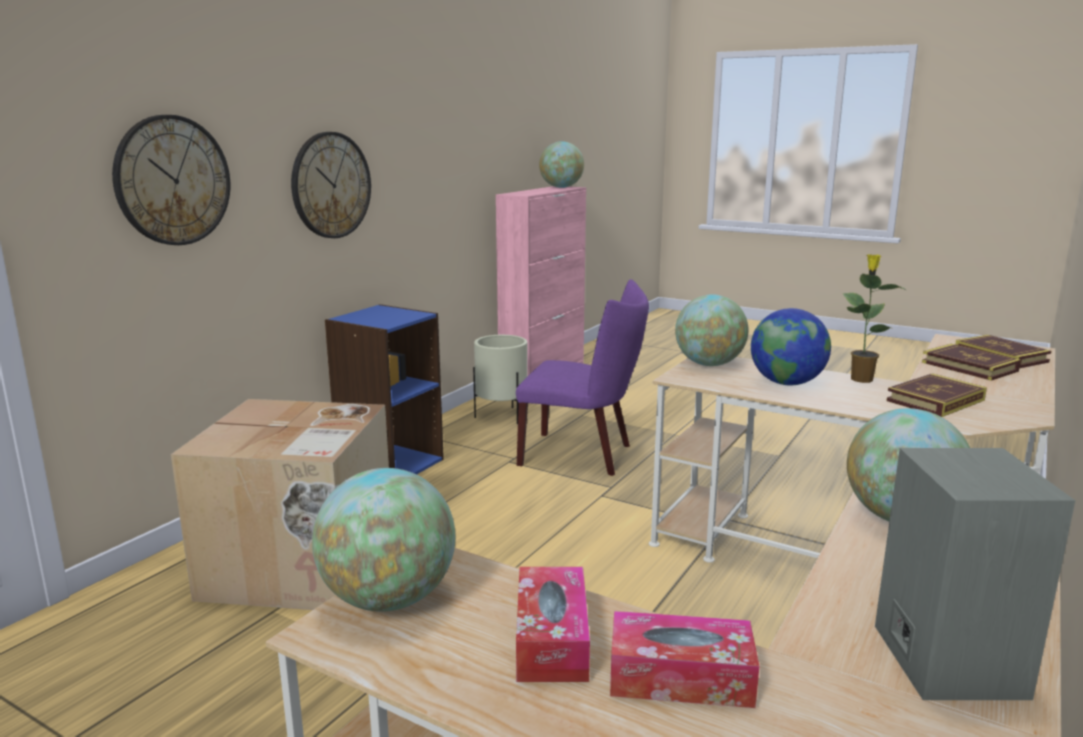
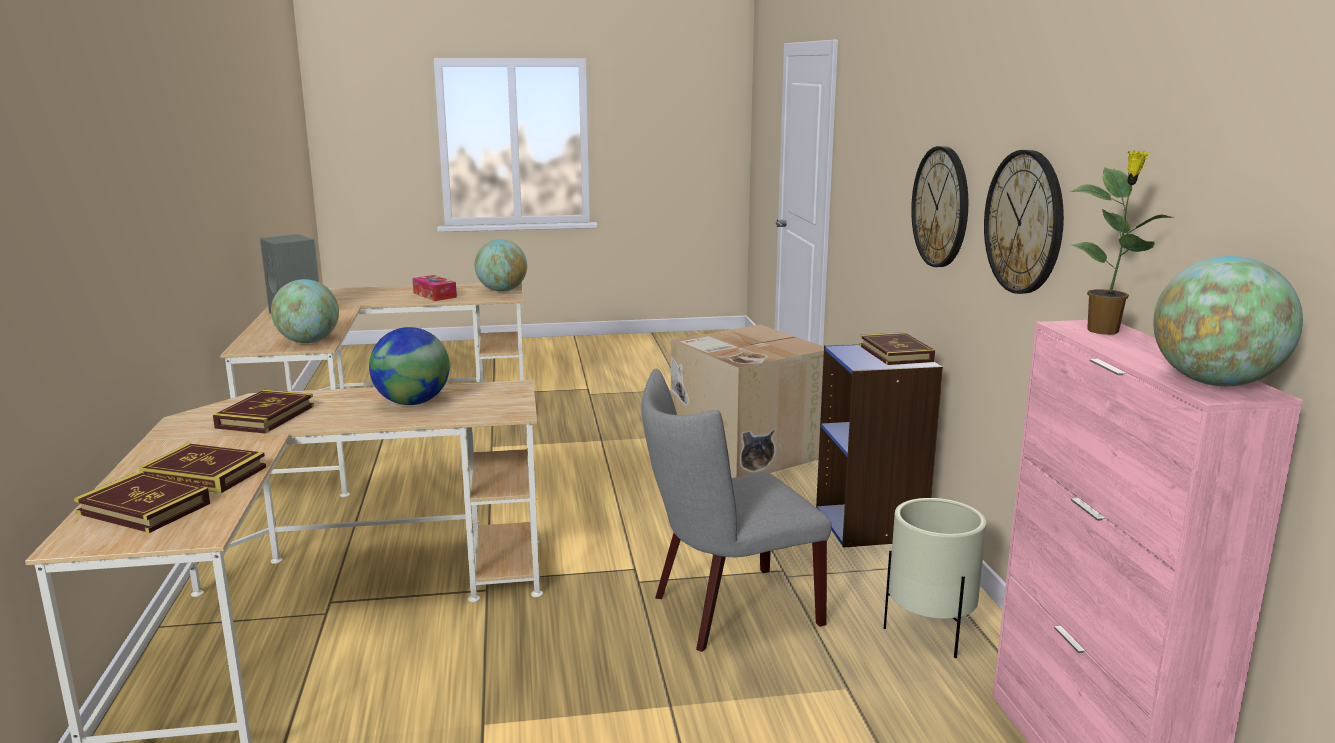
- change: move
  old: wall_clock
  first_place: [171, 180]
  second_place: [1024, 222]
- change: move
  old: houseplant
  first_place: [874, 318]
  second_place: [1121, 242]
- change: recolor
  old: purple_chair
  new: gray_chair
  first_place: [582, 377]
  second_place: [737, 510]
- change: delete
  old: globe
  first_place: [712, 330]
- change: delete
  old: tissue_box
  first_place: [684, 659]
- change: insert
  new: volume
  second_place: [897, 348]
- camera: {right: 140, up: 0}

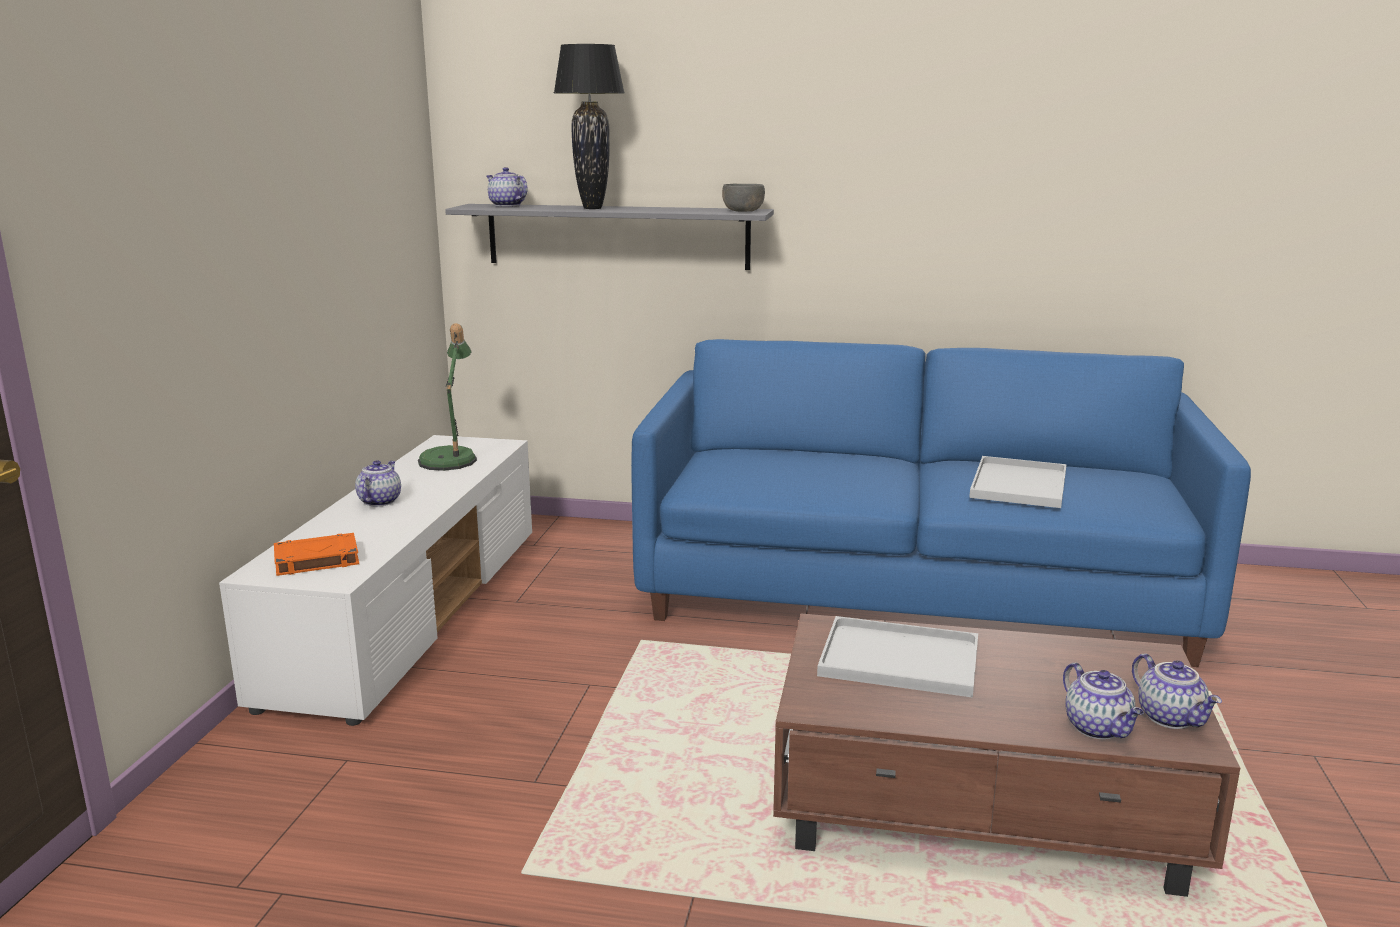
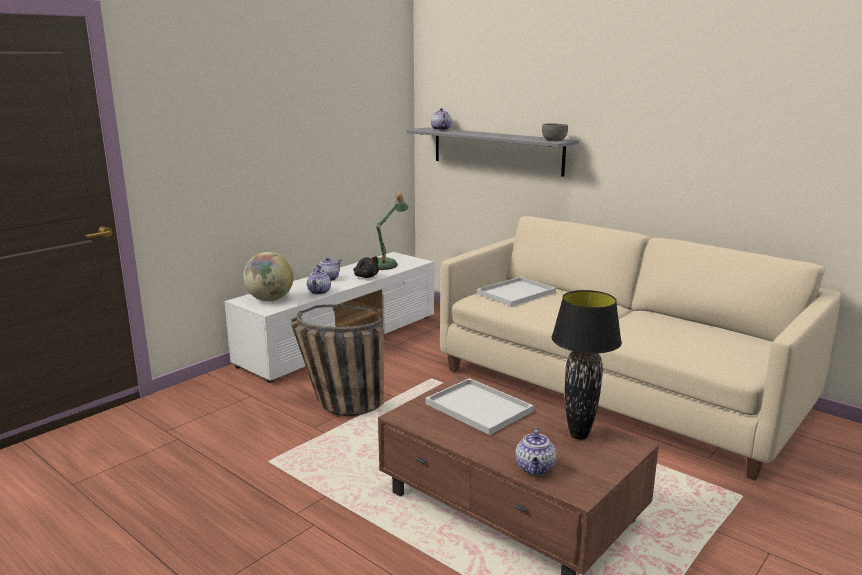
- change: move
  old: blackish_tabletop_lamp
  first_place: [589, 126]
  second_place: [587, 365]
- change: recolor
  old: blue-coloured_settee
  new: beige_settee
  first_place: [941, 503]
  second_place: [640, 348]
- change: move
  old: whitish_serving_tray
  first_place: [1018, 482]
  second_place: [516, 291]
- change: replace
  old: orangey_volume
  new: globe
  first_place: [316, 554]
  second_place: [268, 276]
- change: move
  old: teapot
  first_place: [1177, 691]
  second_place: [319, 282]
- change: insert
  new: blackish_plush_toy
  second_place: [366, 267]
- change: insert
  new: household_basket
  second_place: [337, 360]
- camera: {right: 30, up: 0}

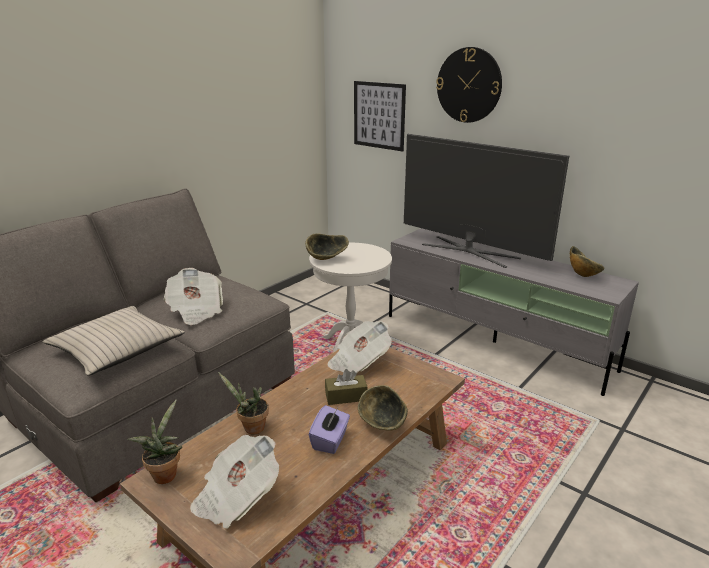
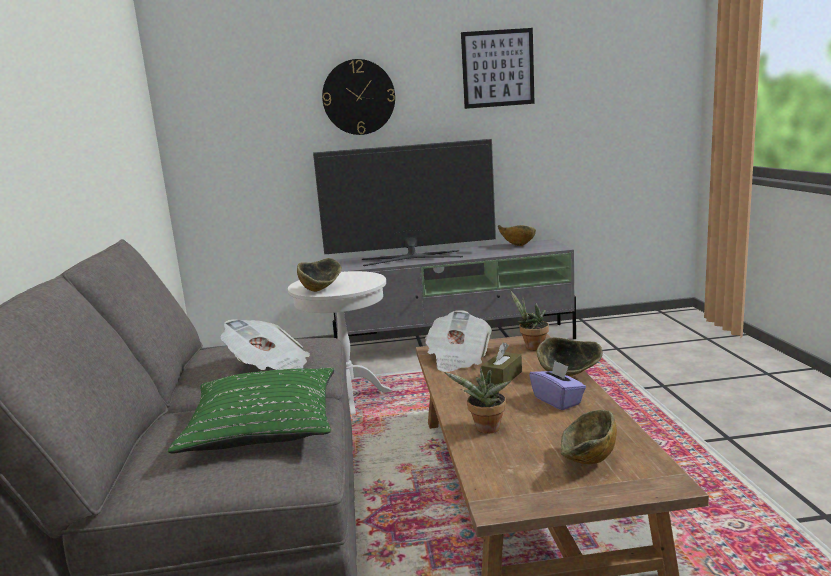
- change: move
  old: wall_art
  first_place: [380, 116]
  second_place: [498, 68]
- change: recolor
  old: beige_pillow
  new: green-coloured_pillow
  first_place: [114, 341]
  second_place: [251, 410]
- change: move
  old: houseplant
  first_place: [154, 441]
  second_place: [529, 320]
- change: replace
  old: daily_paper
  new: bowl
  first_place: [234, 482]
  second_place: [589, 437]
- camera: {right: -45, up: -10}

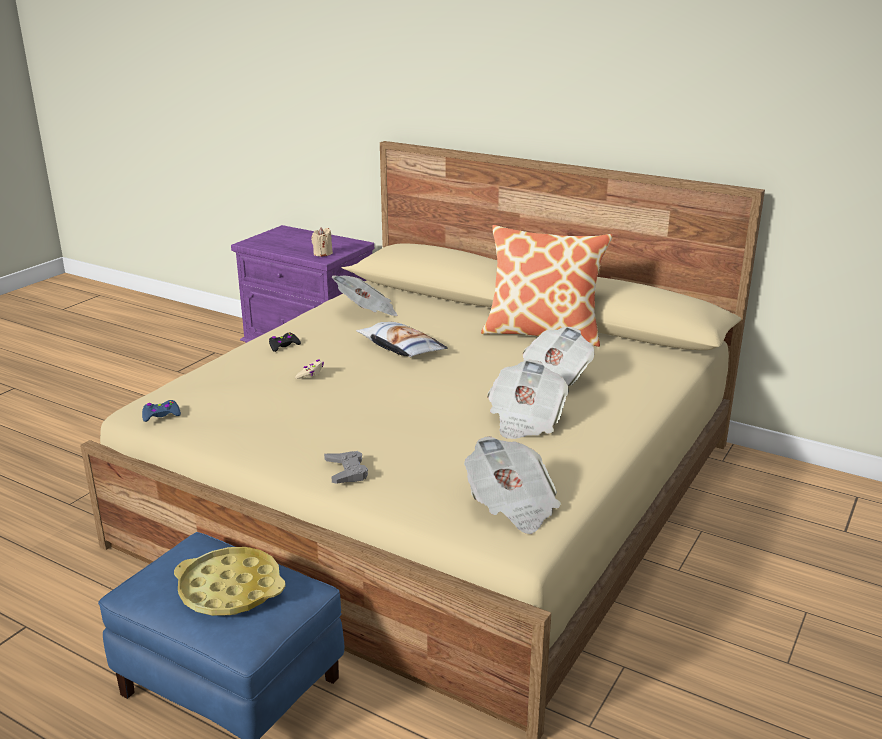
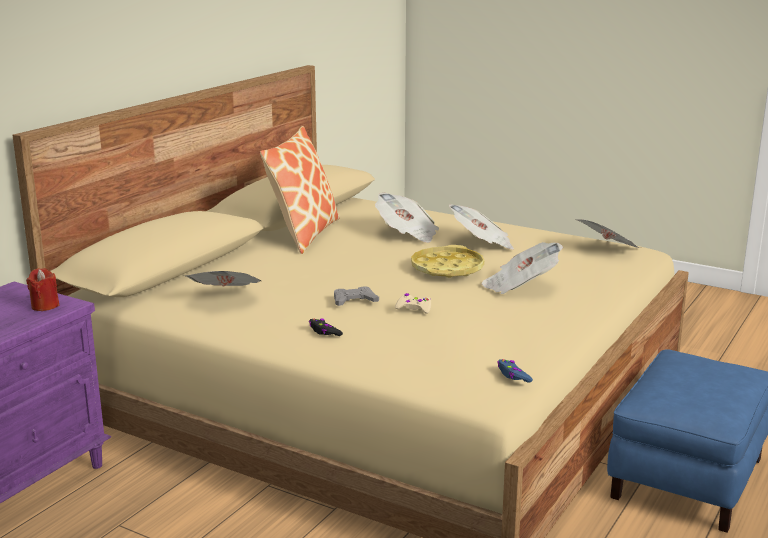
- change: recolor
  old: beige_wax_light
  new: red_wax_light
  first_place: [322, 242]
  second_place: [43, 289]
- change: delete
  old: pillow
  first_place: [402, 339]
- change: move
  old: gray_joypad
  first_place: [346, 467]
  second_place: [356, 296]
- change: move
  old: yellowish_serving_tray
  first_place: [229, 581]
  second_place: [447, 261]
- change: insert
  new: daily_paper
  second_place: [522, 268]
- camera: {right: -90, up: -5}

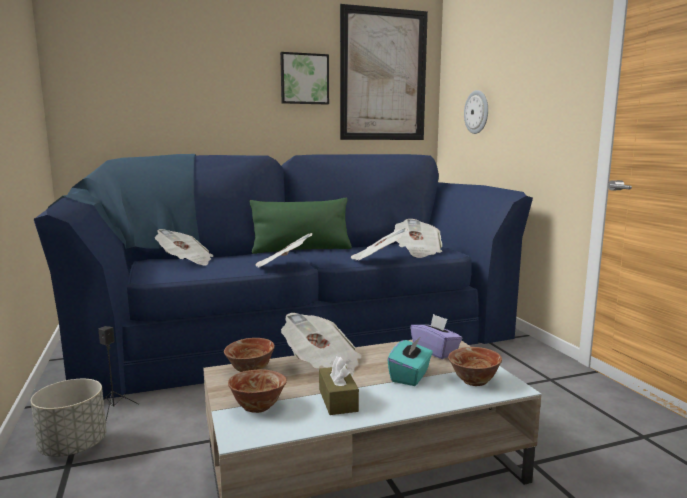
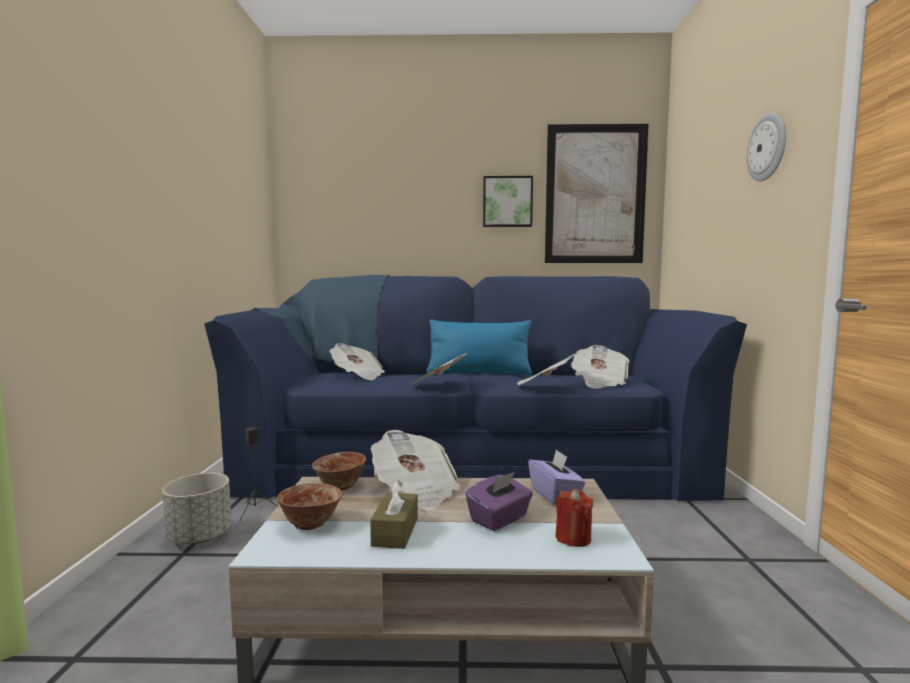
- change: move
  old: wall_clock
  first_place: [476, 112]
  second_place: [766, 147]
- change: recolor
  old: green-coloured_pillow
  new: blue-coloured_pillow
  first_place: [300, 226]
  second_place: [479, 347]
- change: recolor
  old: turquoise-coloured_tissue_box
  new: purple_tissue_box
  first_place: [410, 361]
  second_place: [499, 501]
- change: replace
  old: bowl
  new: red_wax_light
  first_place: [475, 366]
  second_place: [574, 518]
- camera: {right: 20, up: -5}

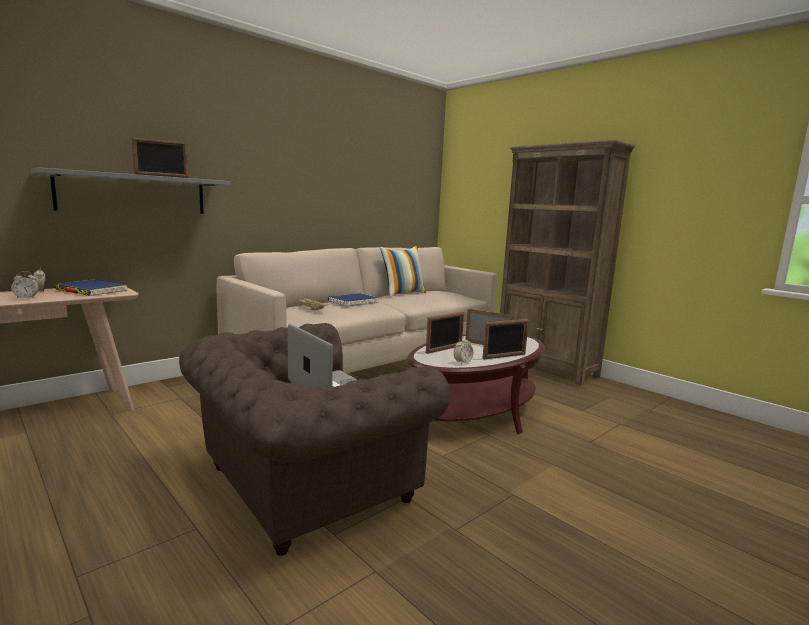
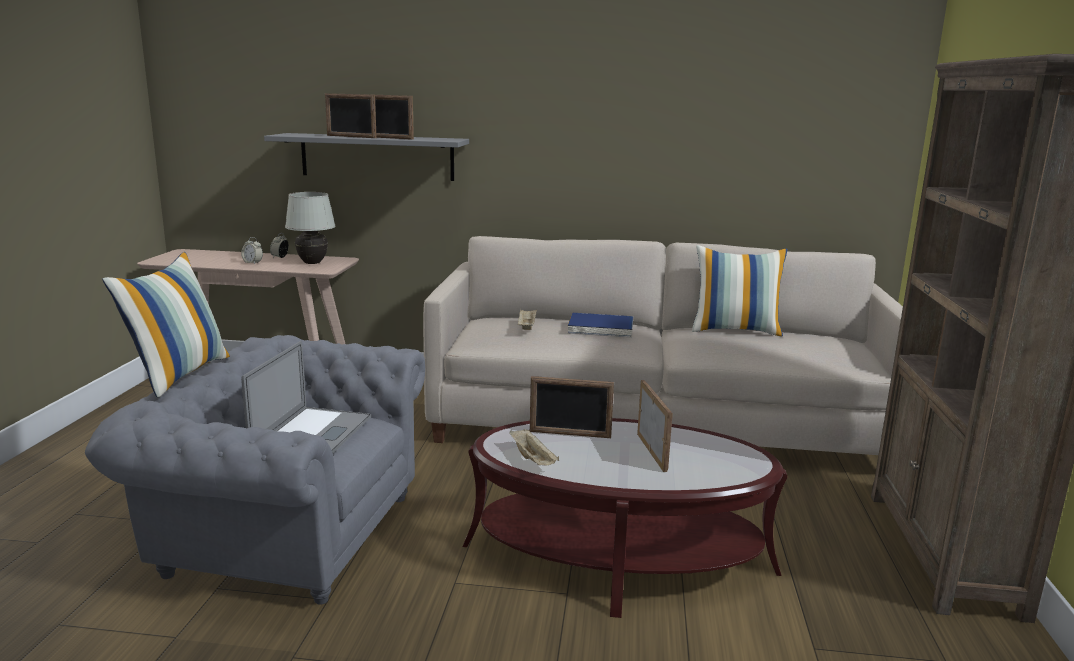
- change: replace
  old: blue-coloured_volume
  new: whitish_tabletop_lamp
  first_place: [91, 287]
  second_place: [310, 228]
- change: move
  old: standing_frame
  first_place: [505, 339]
  second_place: [351, 115]
- change: recolor
  old: brown-coloured_lounge_chair
  new: gray_lounge_chair
  first_place: [314, 439]
  second_place: [255, 470]
- change: replace
  old: bedside_clock
  new: beige_serving_tray
  first_place: [463, 350]
  second_place: [534, 447]
- change: insert
  new: pillow
  second_place: [166, 325]
- camera: {right: 50, up: 5}

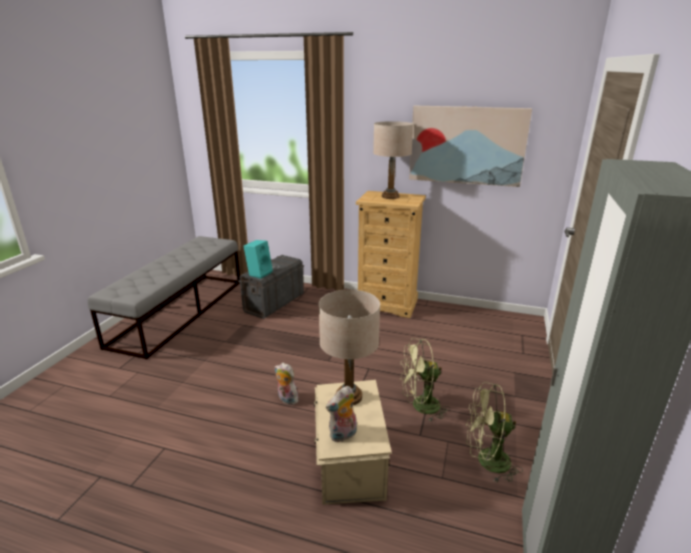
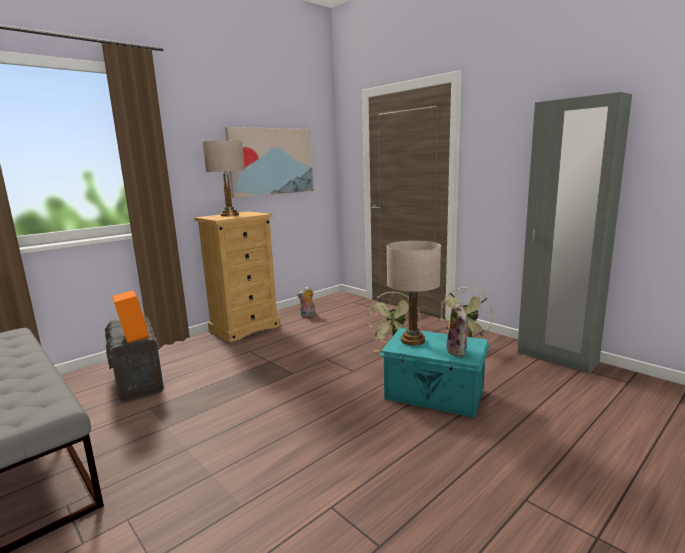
- change: recolor
  old: turquoise-coloured_speaker
  new: orangey_speaker
  first_place: [258, 259]
  second_place: [130, 316]
- change: move
  old: plush_toy
  first_place: [287, 384]
  second_place: [306, 301]
- change: recolor
  old: beige_storage_container
  new: turquoise-coloured_storage_container
  first_place: [353, 442]
  second_place: [434, 373]
- camera: {right: -60, up: -10}

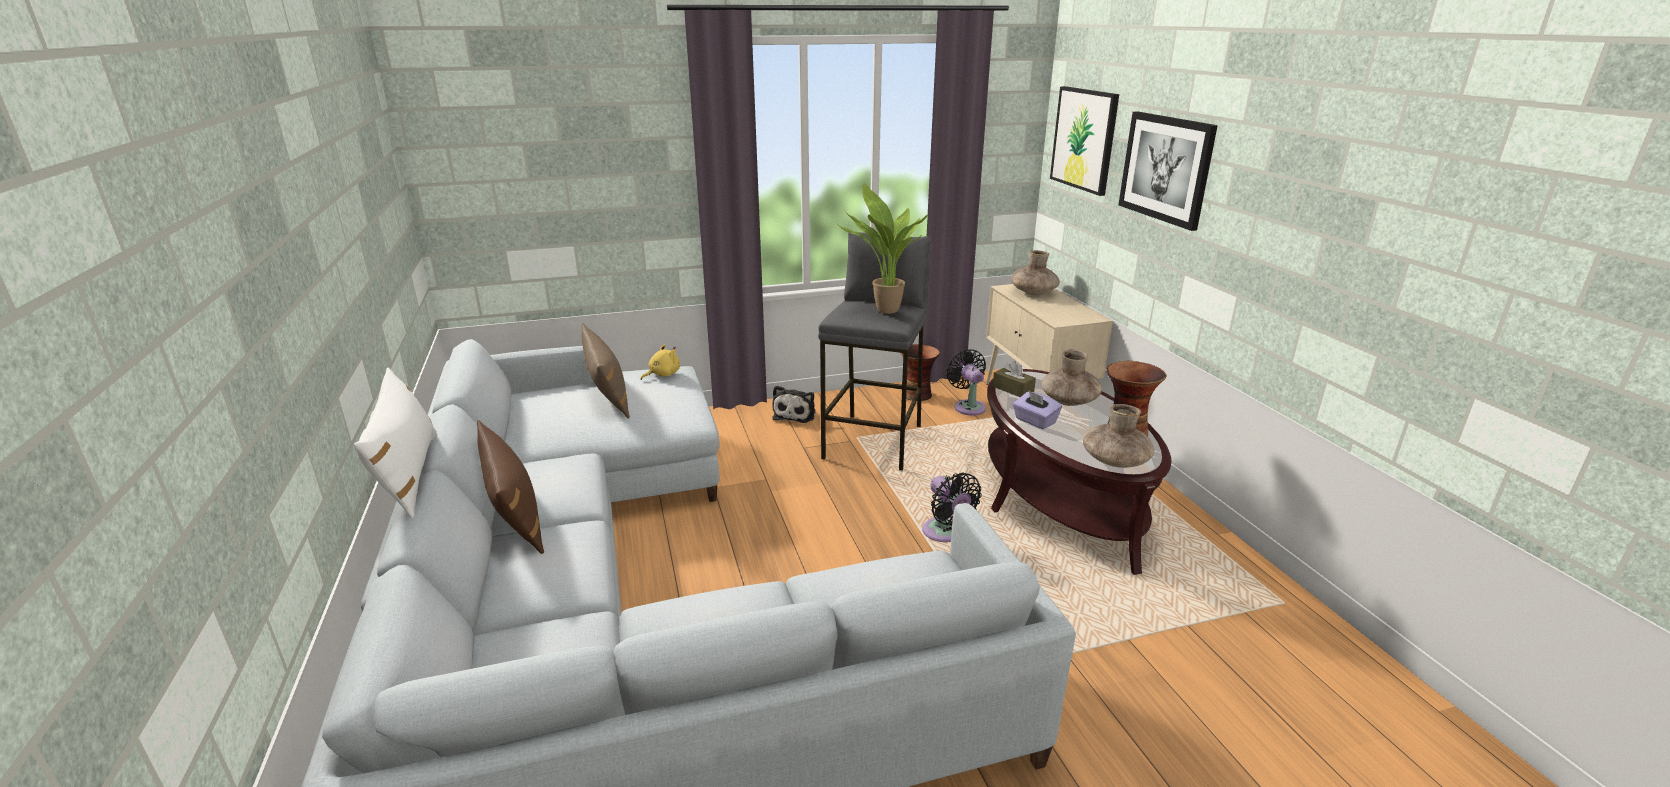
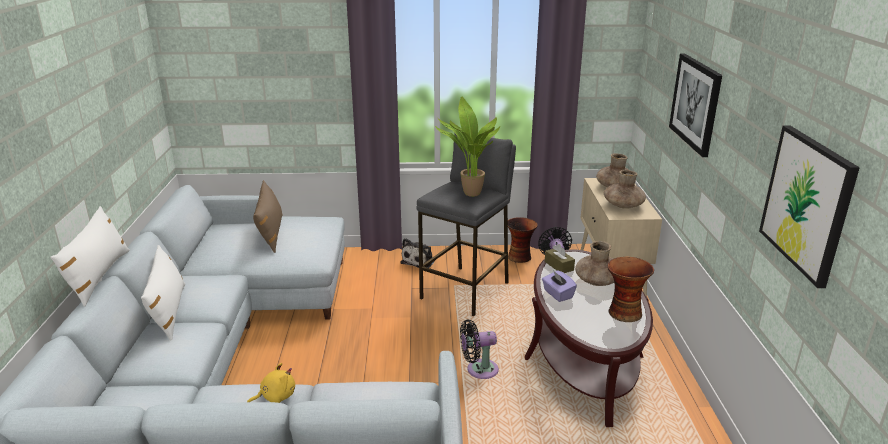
- change: move
  old: wall_art
  first_place: [1084, 141]
  second_place: [809, 206]
- change: move
  old: yellowish_plush_toy
  first_place: [660, 362]
  second_place: [271, 383]
- change: move
  old: brown-coloured_decorative_vase
  first_place: [1118, 436]
  second_place: [625, 189]
- change: recolor
  old: brown-coloured_pillow
  new: whitish_pillow
  first_place: [510, 487]
  second_place: [163, 293]
- change: rotate
  old: blackish_cooling_fan
  first_place: [952, 507]
  second_place: [479, 349]
  degrees: 90
- camera: {right: 15, up: 0}

